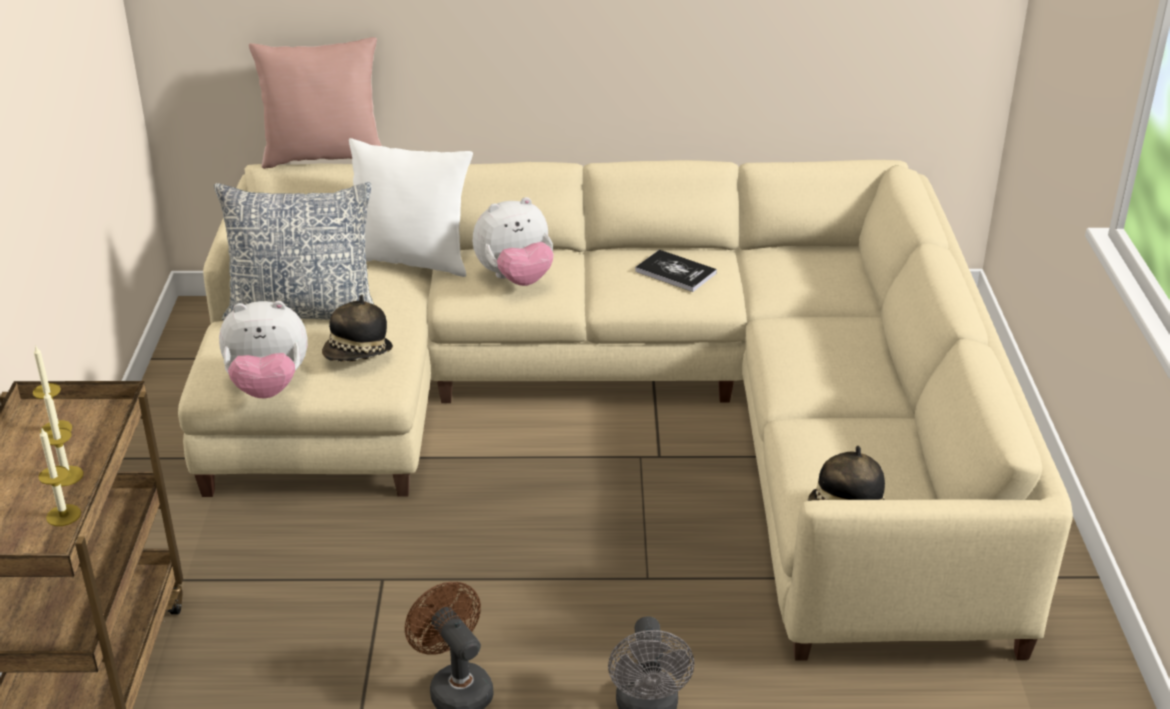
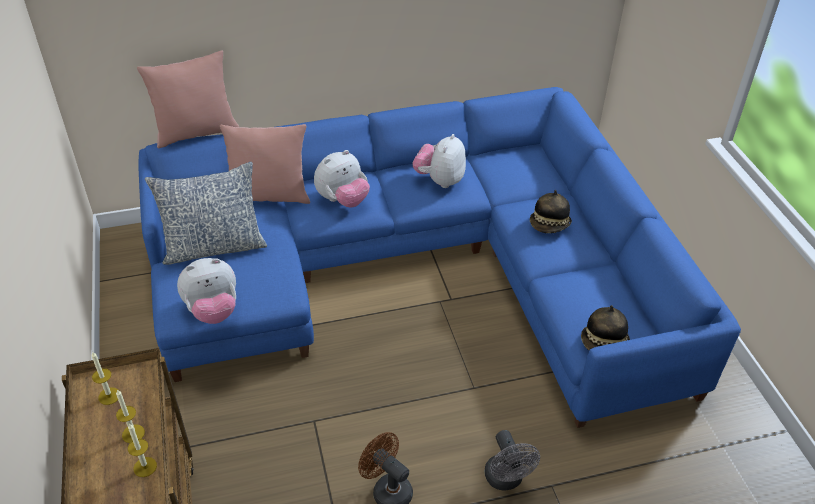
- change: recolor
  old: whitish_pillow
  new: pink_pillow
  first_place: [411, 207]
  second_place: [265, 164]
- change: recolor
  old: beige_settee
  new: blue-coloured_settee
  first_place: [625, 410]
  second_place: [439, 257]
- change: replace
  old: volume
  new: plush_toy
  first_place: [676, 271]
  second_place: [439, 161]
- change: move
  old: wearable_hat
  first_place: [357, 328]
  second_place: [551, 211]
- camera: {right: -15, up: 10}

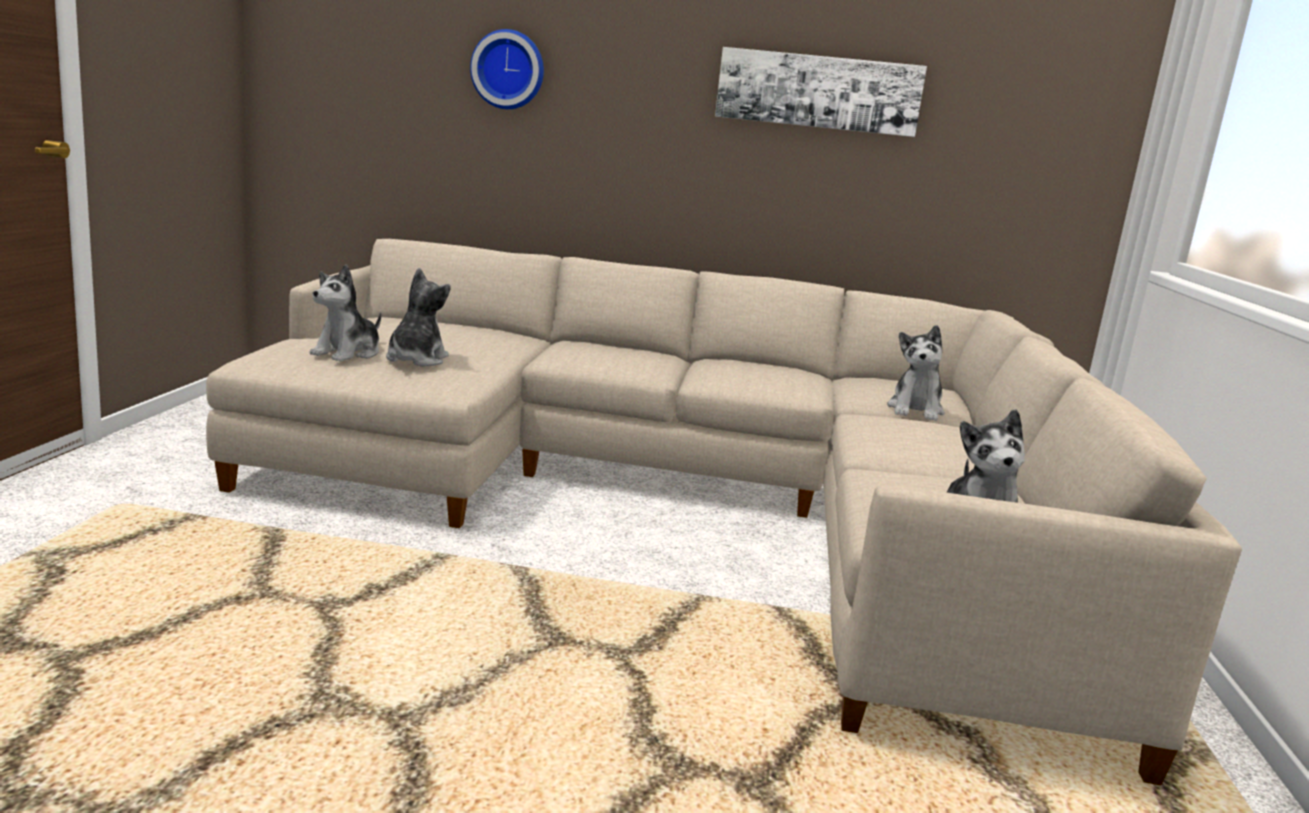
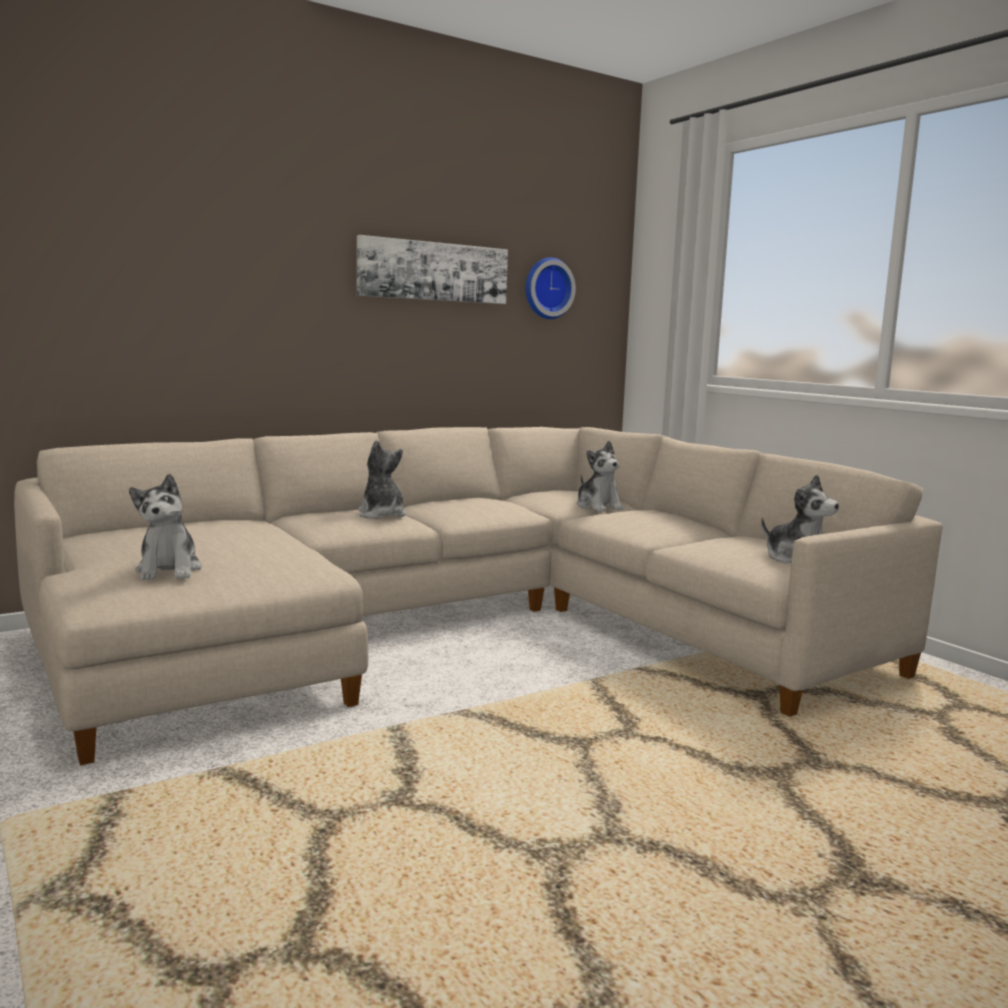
- change: move
  old: wall_clock
  first_place: [507, 69]
  second_place: [551, 288]
- change: move
  old: plush_toy
  first_place: [418, 317]
  second_place: [382, 479]
- camera: {right: -40, up: -5}

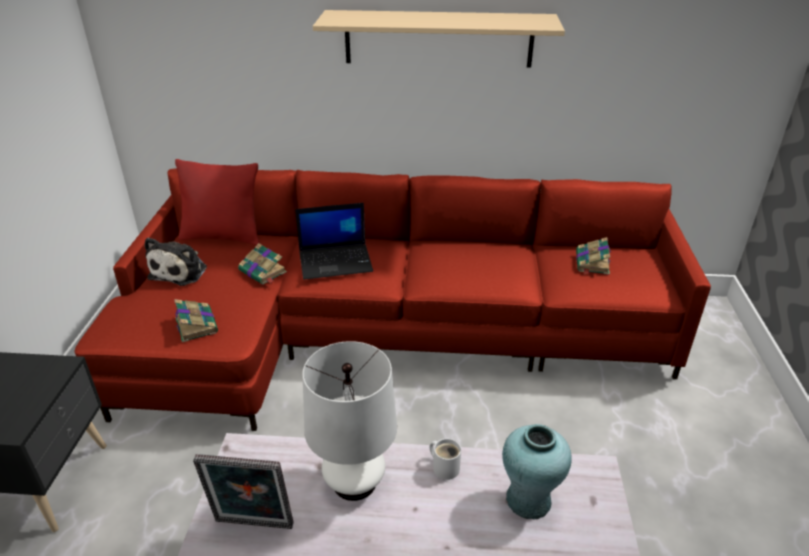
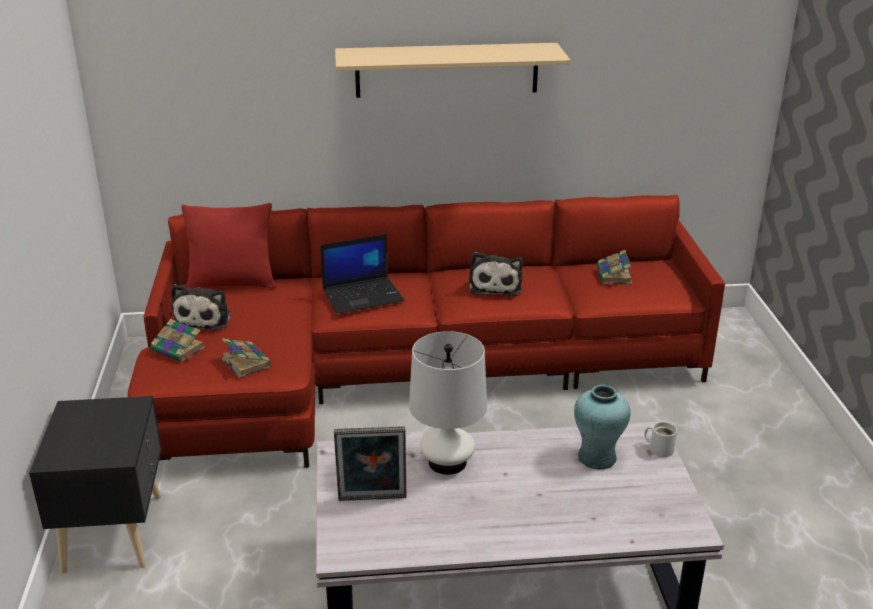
- change: move
  old: volume
  first_place: [262, 263]
  second_place: [178, 340]
- change: move
  old: whitish_tea_mug
  first_place: [445, 459]
  second_place: [660, 439]
- change: insert
  new: plush_toy
  second_place: [496, 274]
- camera: {right: -10, up: -5}

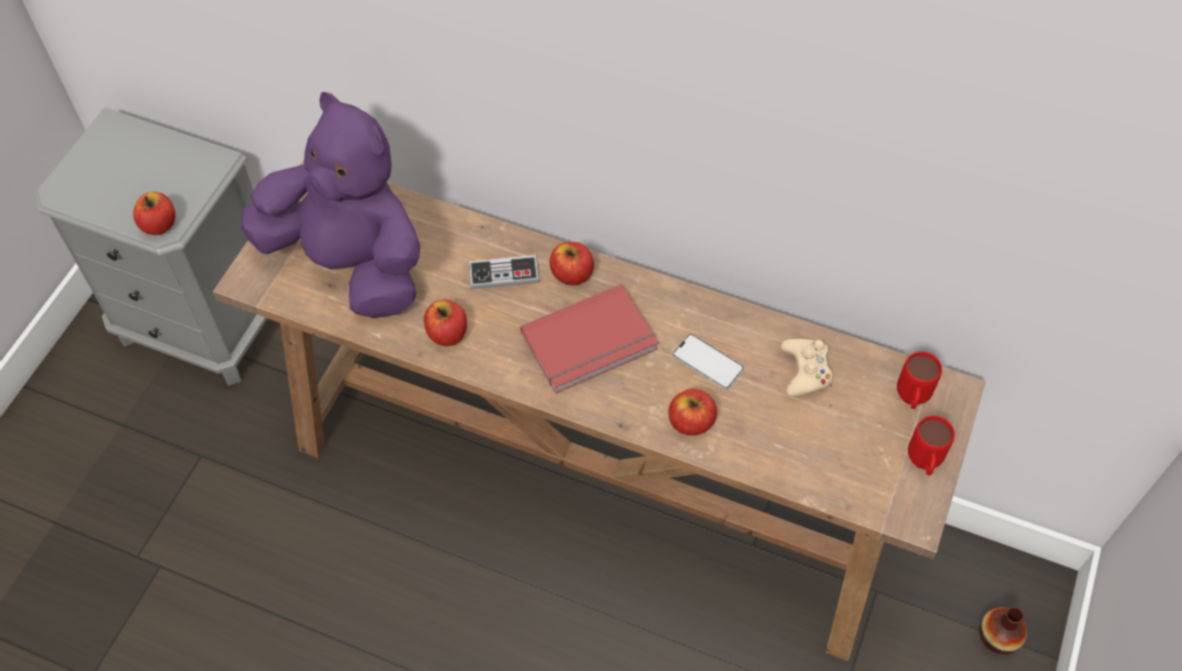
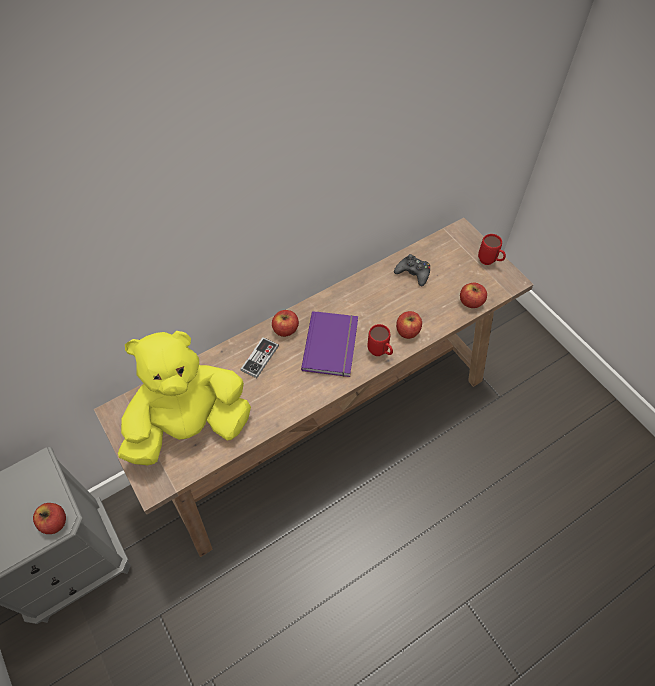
- change: recolor
  old: purple_plush_toy
  new: yellowish_plush_toy
  first_place: [330, 205]
  second_place: [184, 398]
- change: recolor
  old: red_volume
  new: purple_volume
  first_place: [589, 338]
  second_place: [329, 344]
- change: move
  old: whole_apple
  first_place: [445, 322]
  second_place: [473, 295]
- change: delete
  old: phone
  first_place: [708, 361]
- change: recolor
  old: beige_joypad
  new: blackish_joypad
  first_place: [806, 368]
  second_place: [412, 270]
- change: move
  old: red_tea_mug
  first_place: [919, 380]
  second_place: [380, 340]
- change: delete
  old: decorative_vase
  first_place: [1003, 630]
- camera: {right: -55, up: 0}

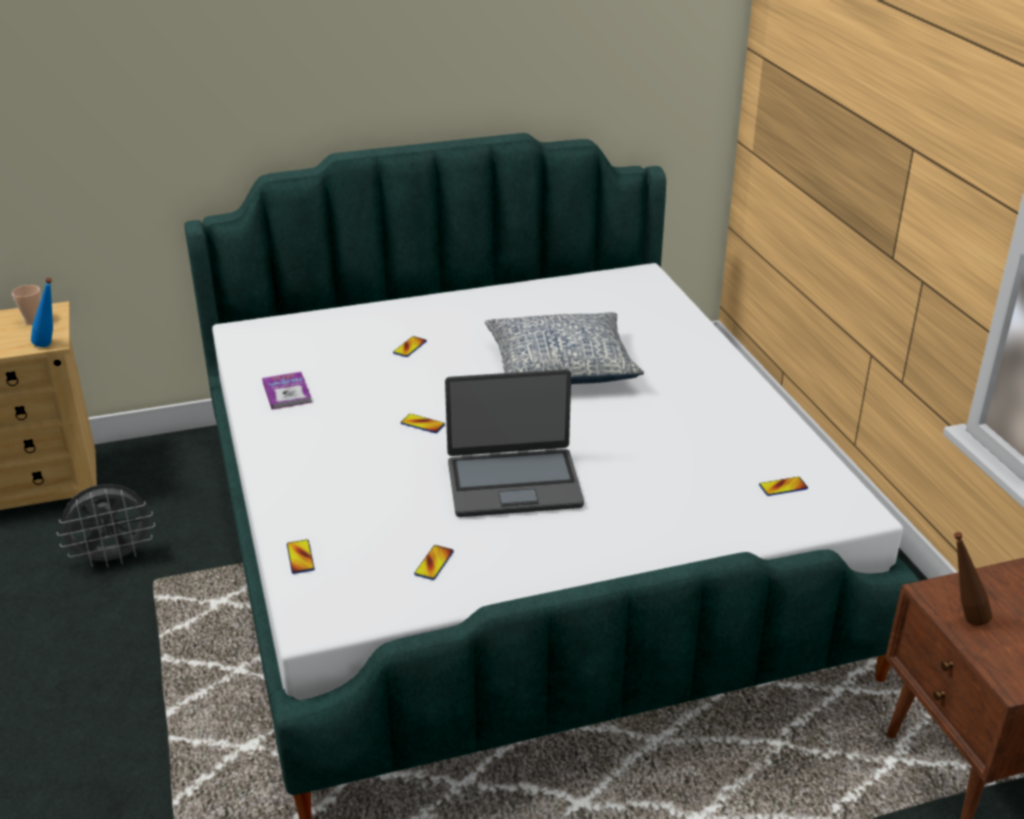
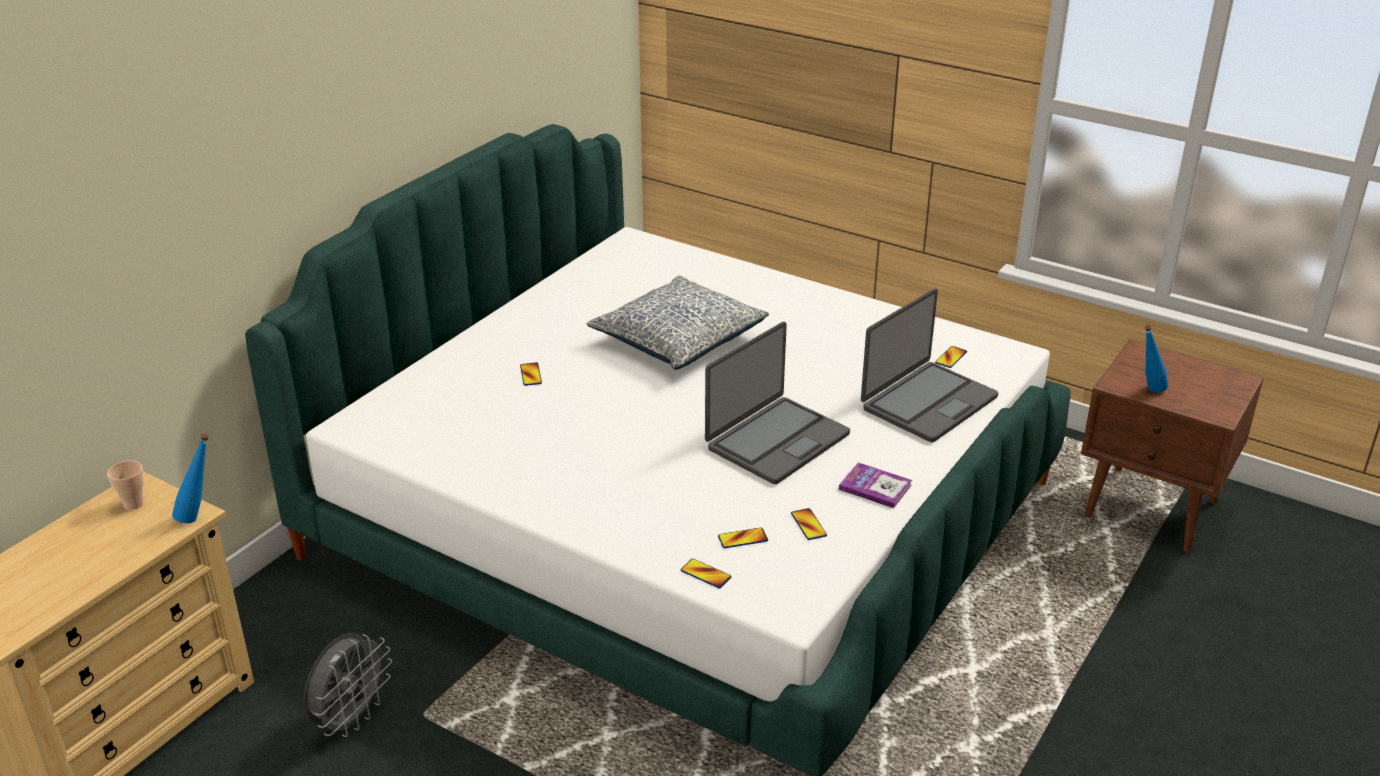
- change: move
  old: volume
  first_place: [287, 390]
  second_place: [875, 485]
- change: move
  old: phone
  first_place: [423, 423]
  second_place: [743, 538]
- change: recolor
  old: brown-coloured_bottle
  new: blue-coloured_bottle
  first_place: [973, 579]
  second_place: [1156, 359]
- change: insert
  new: notebook_computer
  second_place: [929, 365]
- camera: {right: -40, up: 0}

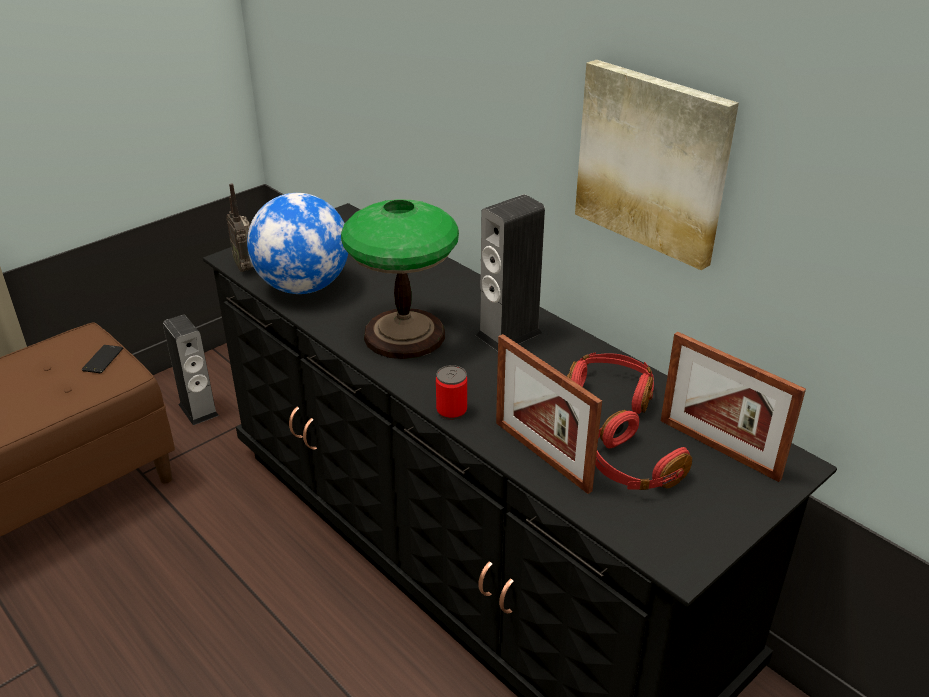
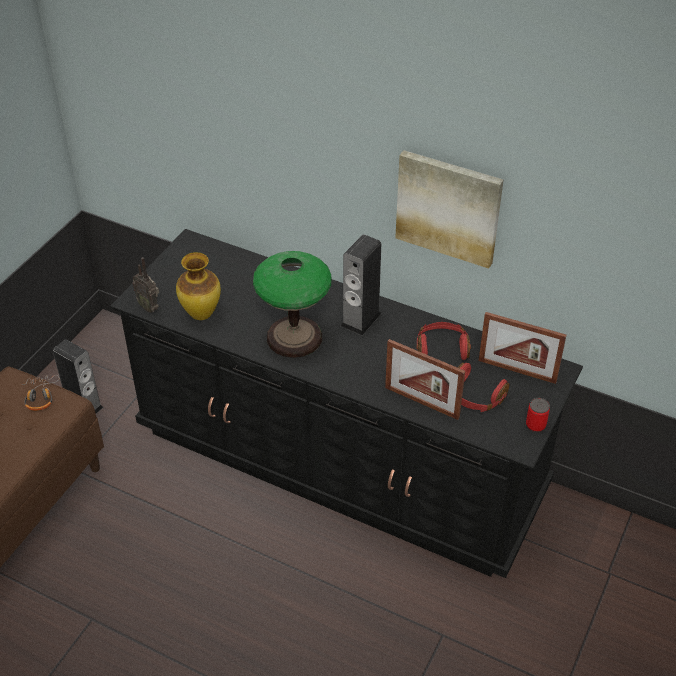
- change: replace
  old: globe
  new: decorative_vase
  first_place: [297, 243]
  second_place: [198, 286]
- change: replace
  old: phone
  new: headset
  first_place: [102, 359]
  second_place: [39, 393]
- change: move
  old: can
  first_place: [451, 392]
  second_place: [538, 415]
- camera: {right: -20, up: 10}

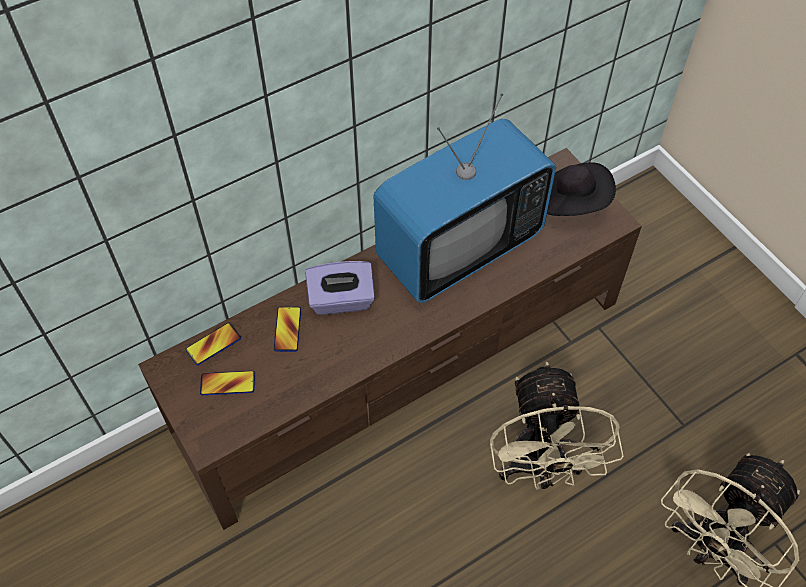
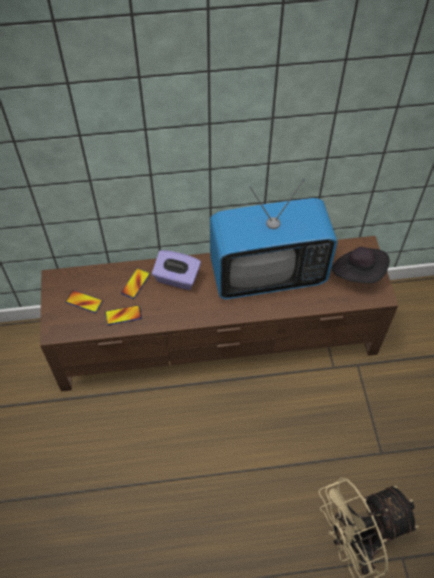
- change: move
  old: phone
  first_place: [213, 344]
  second_place: [123, 315]
- change: delete
  old: beige_cooling_fan
  first_place: [557, 425]
- camera: {right: 25, up: 0}

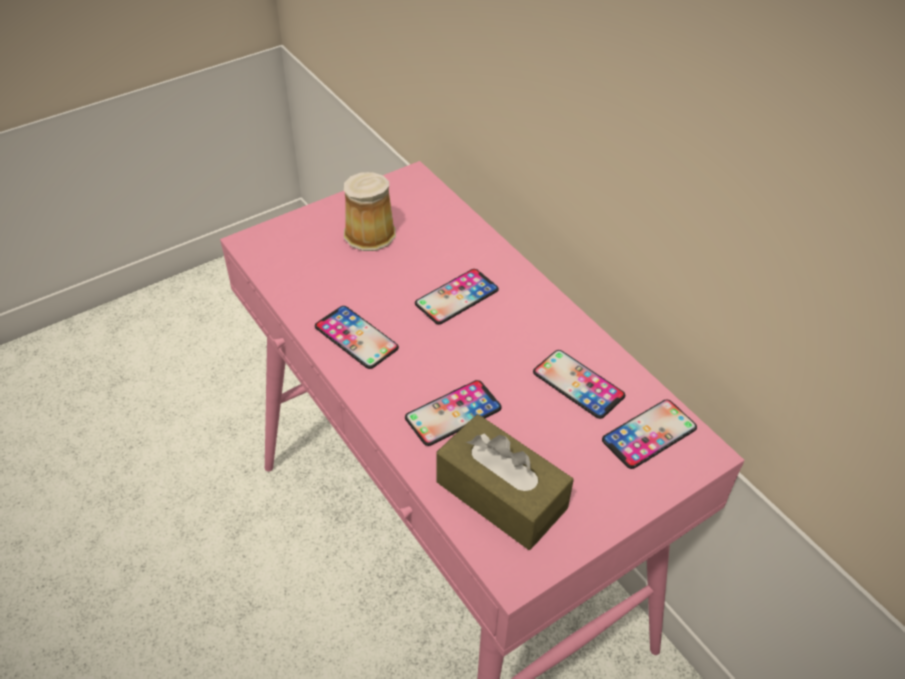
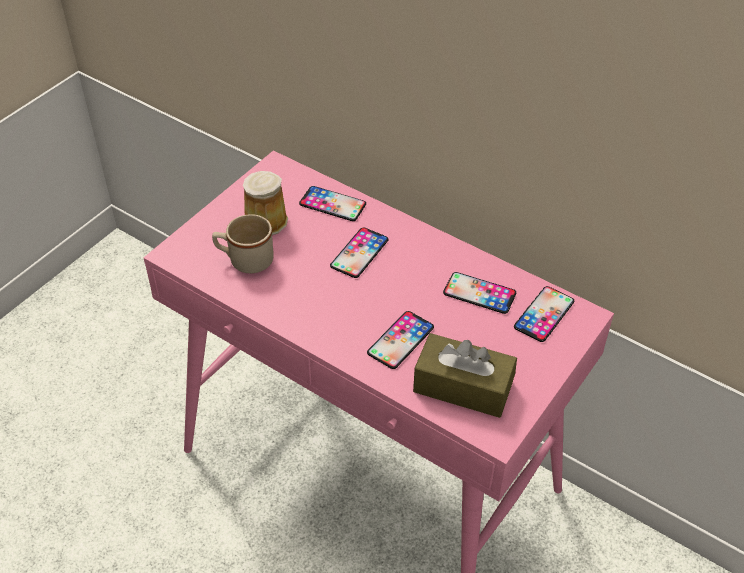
- change: move
  old: phone
  first_place: [357, 337]
  second_place: [332, 203]
- change: insert
  new: beige_tea_mug
  second_place: [243, 243]
- camera: {right: -20, up: 0}

